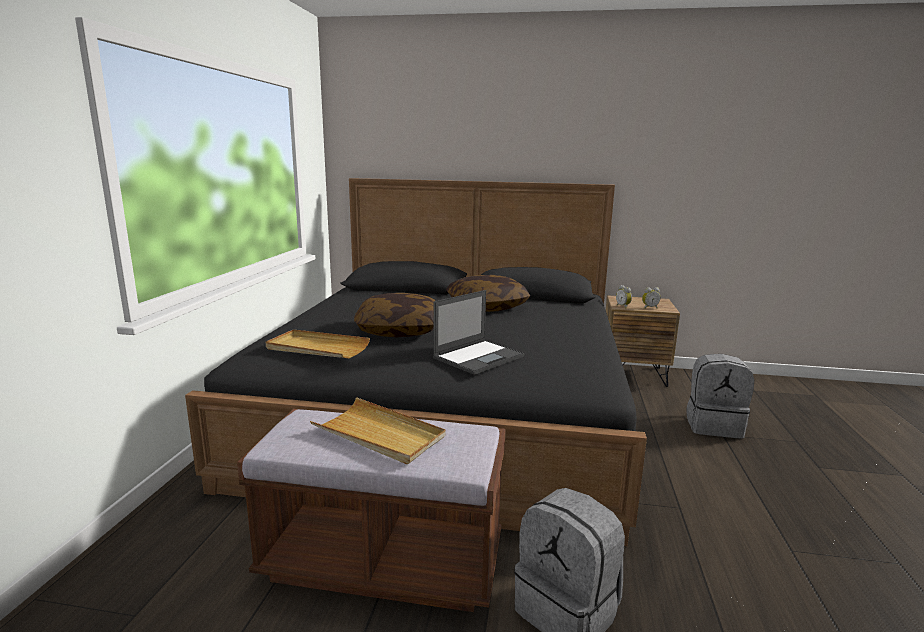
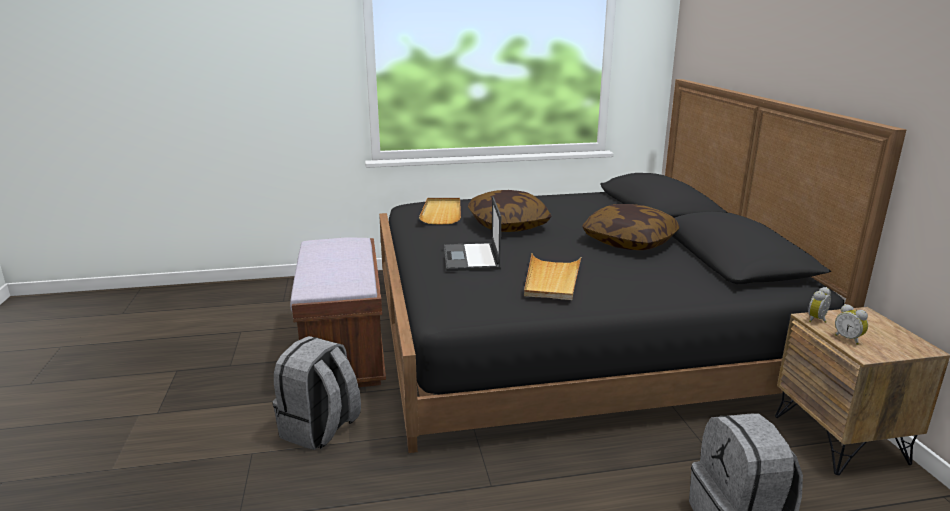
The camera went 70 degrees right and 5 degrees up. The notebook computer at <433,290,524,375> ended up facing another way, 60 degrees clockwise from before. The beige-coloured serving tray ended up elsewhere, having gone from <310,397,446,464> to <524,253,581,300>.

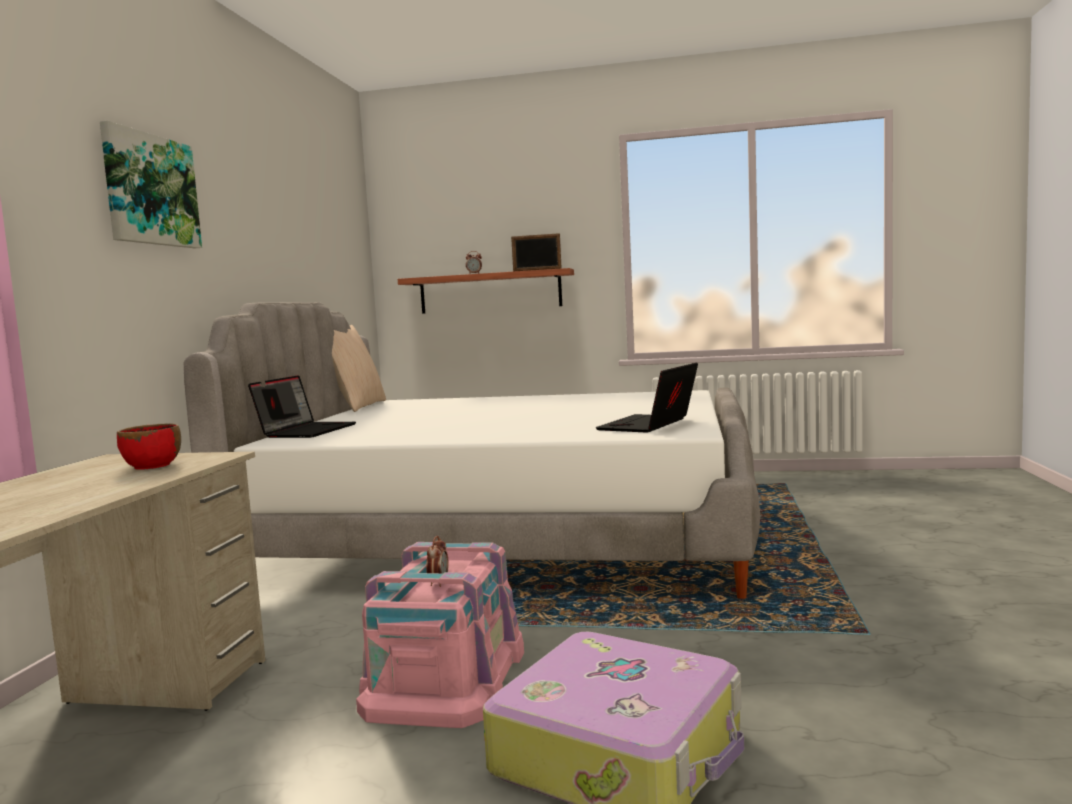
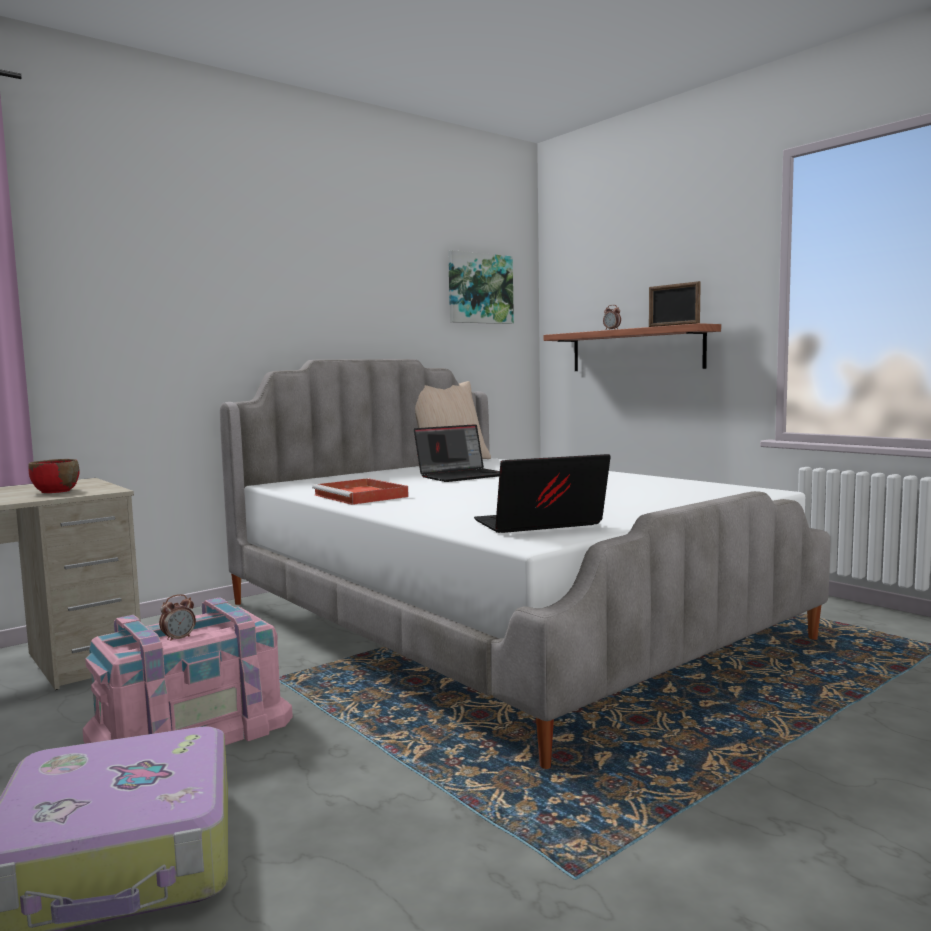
The camera went 40 degrees right and 0 degrees up. The picture ended up elsewhere, having gone from <100,121,202,248> to <448,250,514,324>. The notebook computer ended up elsewhere, having gone from <248,375,356,438> to <414,424,500,482>. The second view gained the red-coloured serving tray at <312,478,409,505>.

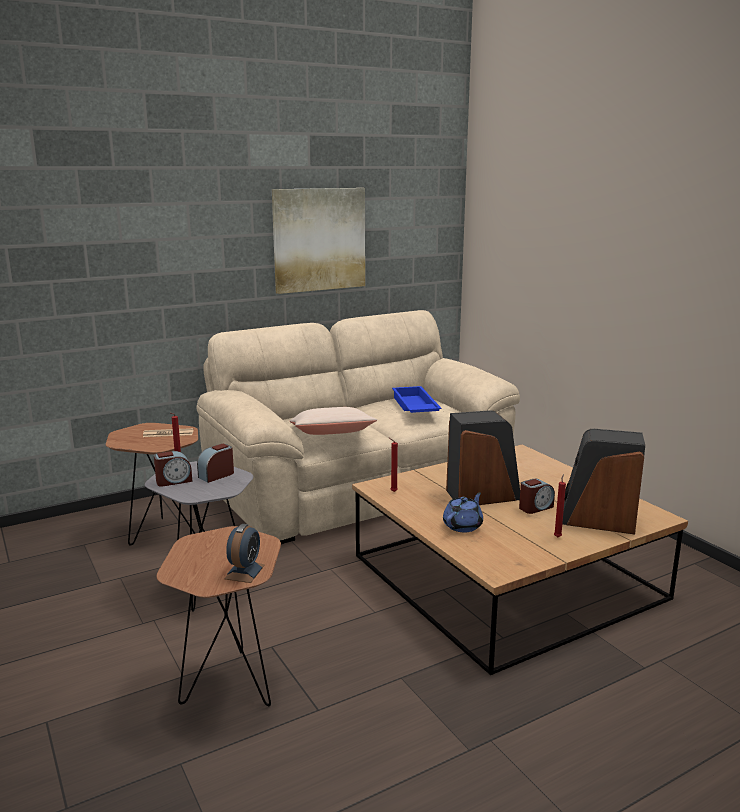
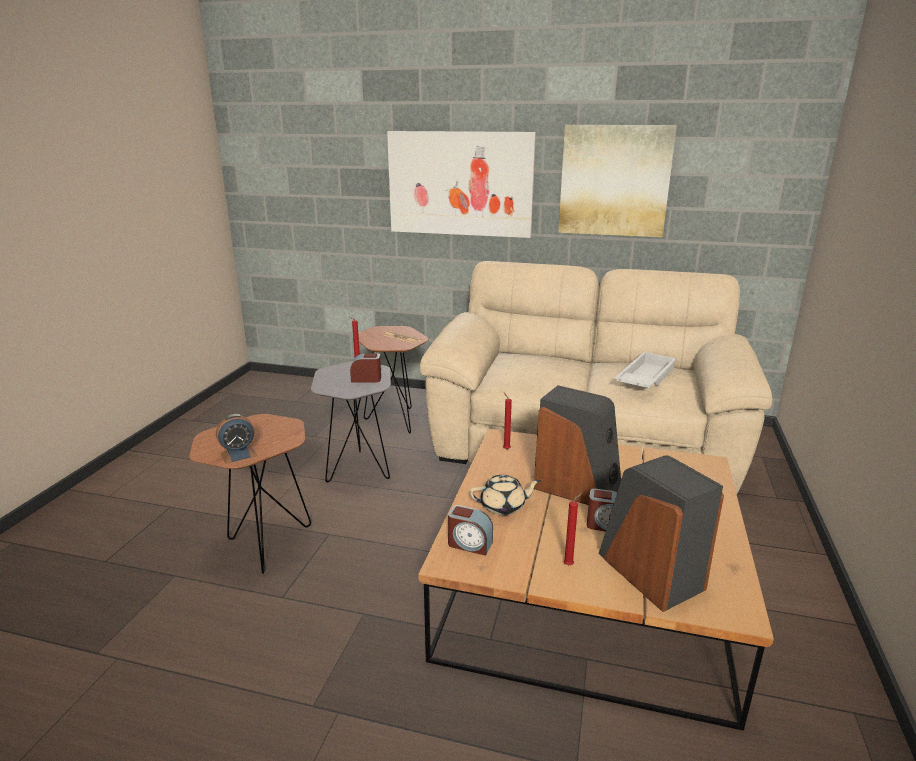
The camera went 45 degrees right and 5 degrees up. What was the blue serving tray at <392,386,441,413> turned into the white serving tray at <615,352,677,388>. The second view lost the beige-coloured cushion at <290,407,377,435>. The table clock ended up elsewhere, having gone from <154,451,192,487> to <448,505,493,556>. What was the blue pot for tea at <443,492,483,532> turned into the beige-coloured pot for tea at <470,475,541,515>. The second view gained the picture at <387,131,536,238>.

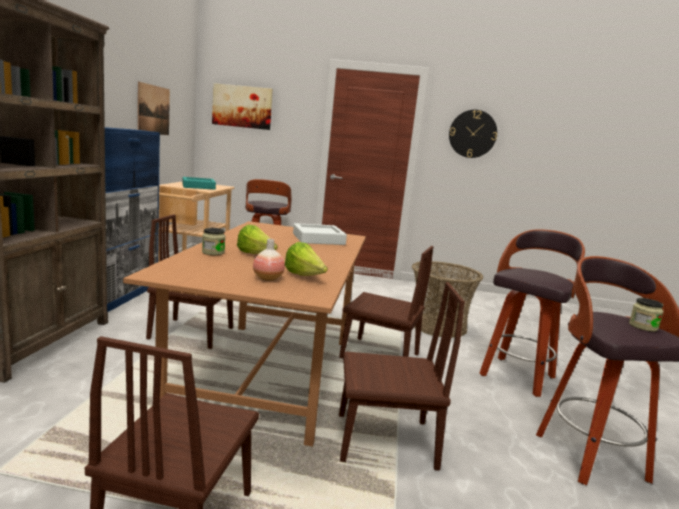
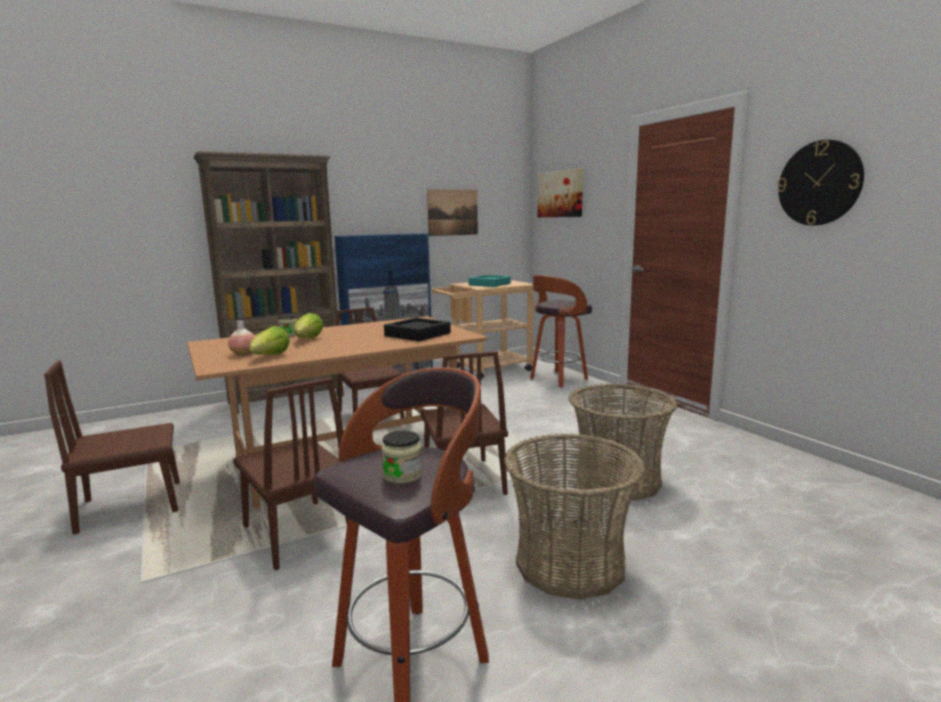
The camera went 55 degrees right and 0 degrees up. What was the white serving tray at <293,223,347,245> turned into the black serving tray at <384,318,451,341>. Where the sitting stool stood at <480,229,585,397>, the household basket came to stand at <504,434,646,600>.

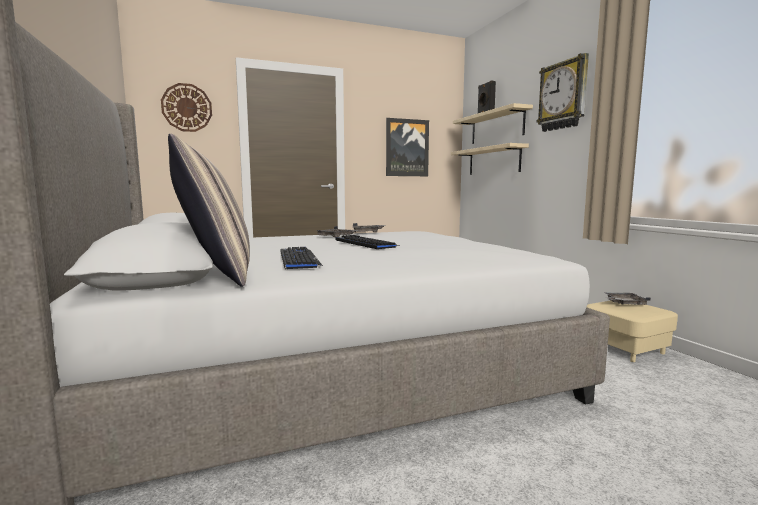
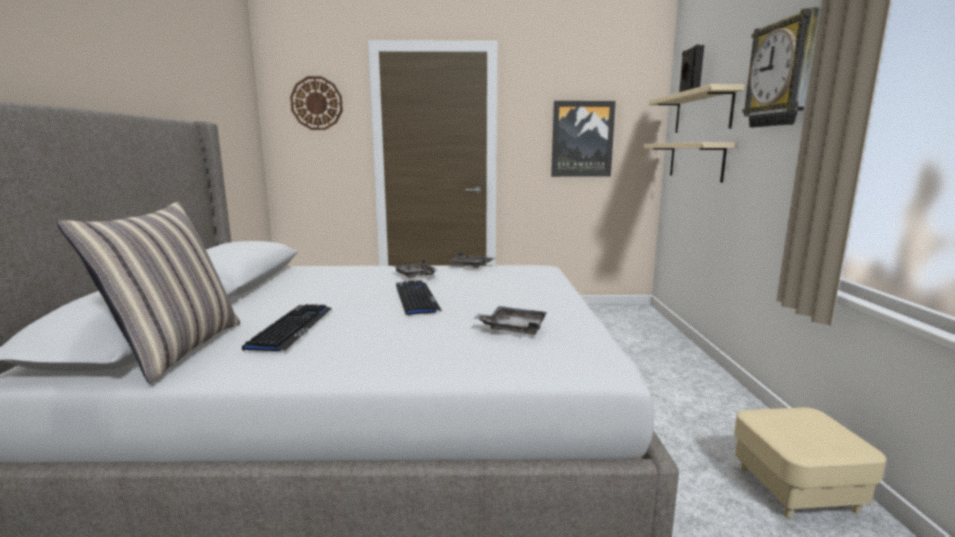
The camera went 20 degrees right and 5 degrees up. The greyish serving tray ended up elsewhere, having gone from <604,292,651,305> to <473,306,547,335>.

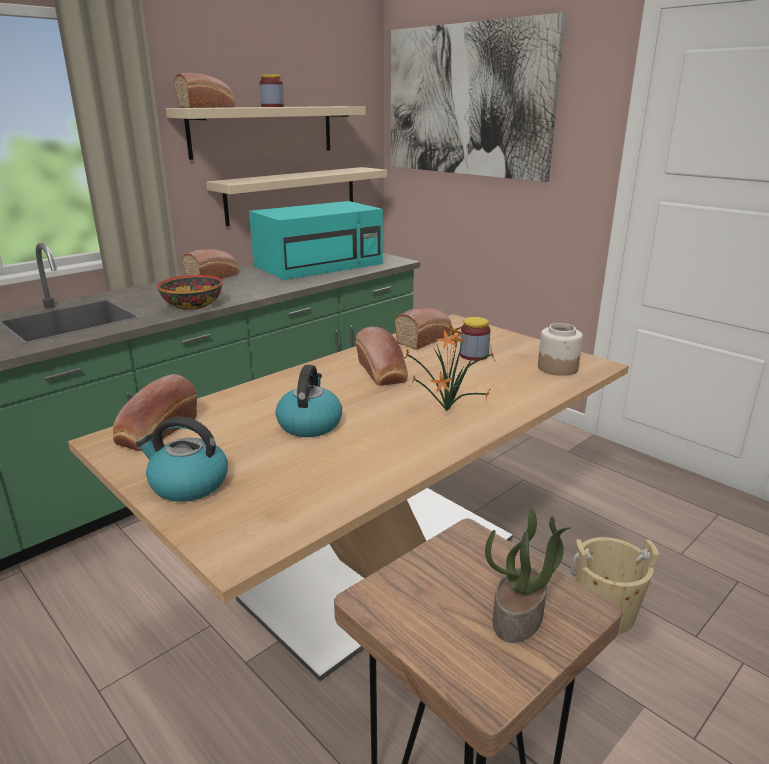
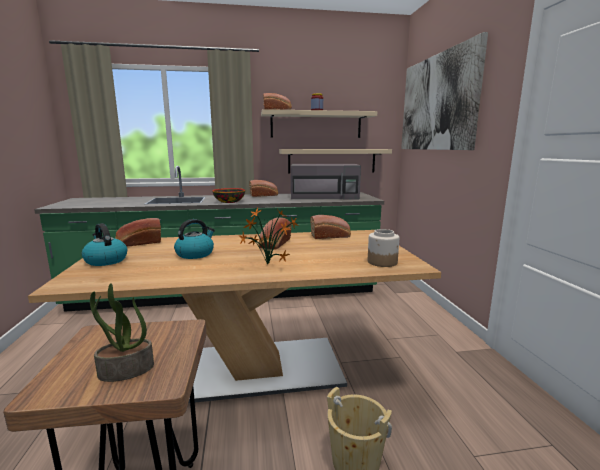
The camera went 35 degrees right and 10 degrees down. What was the turquoise-coloured microwave at <249,201,383,280> turned into the greyish microwave at <291,164,361,199>. The second view lost the jar at <460,317,490,361>.

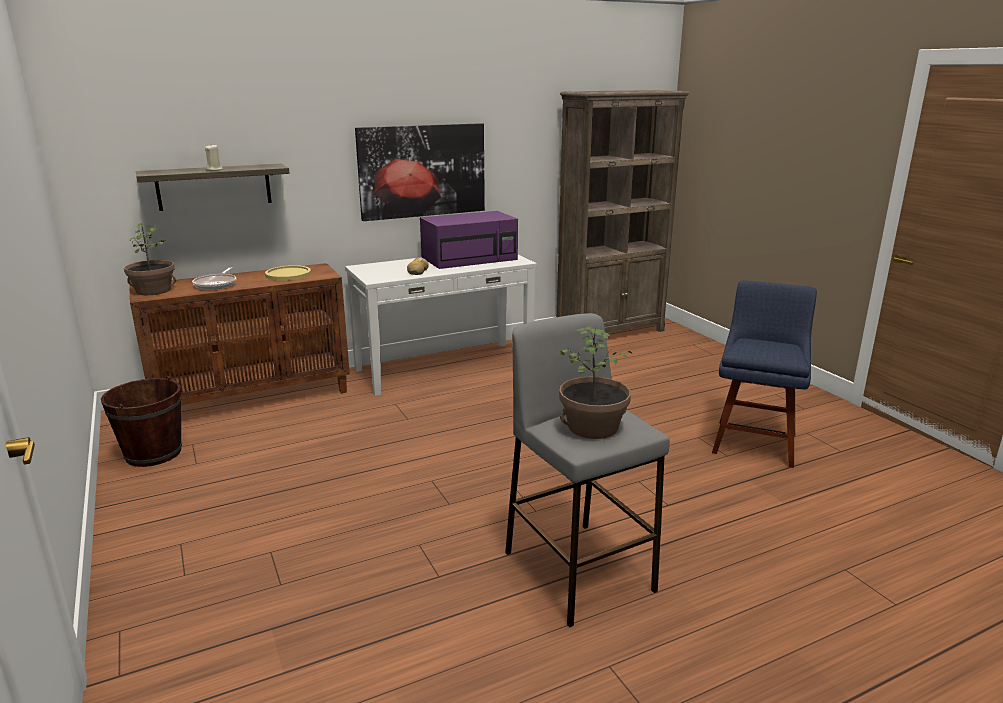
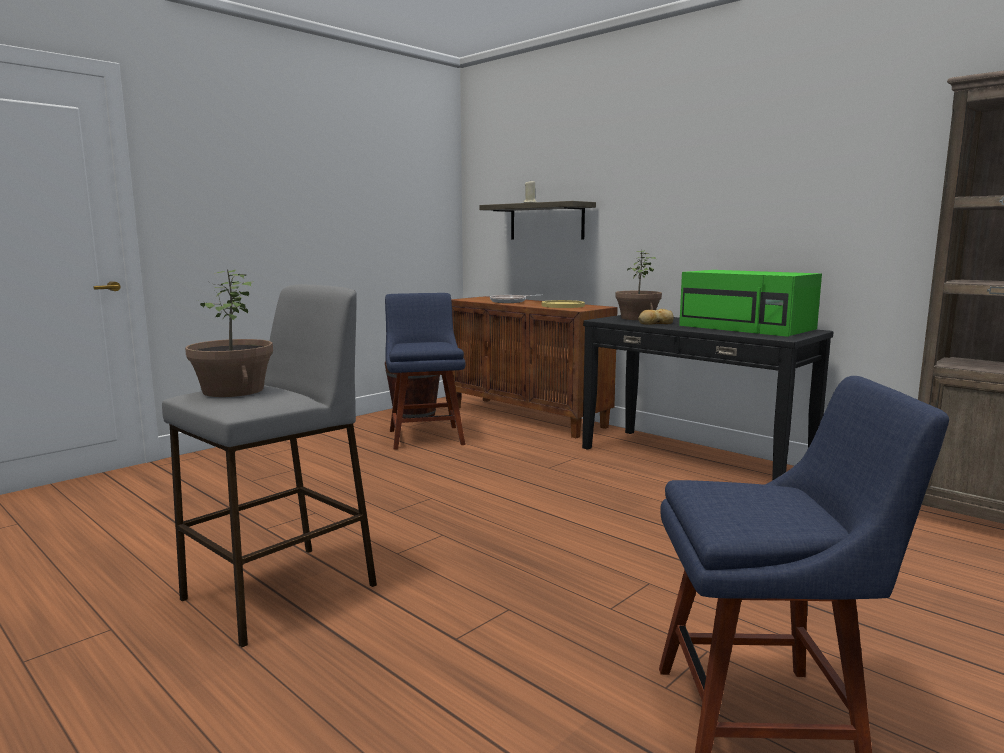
The camera went 70 degrees right and 10 degrees down. The second view lost the picture at <355,123,485,221>. What was the purple-coloured microwave at <420,211,518,269> turned into the green microwave at <679,270,822,337>. The houseplant ended up elsewhere, having gone from <124,223,176,295> to <615,250,662,320>. What was the white narrow table at <345,255,537,396> turned into the black narrow table at <582,315,833,481>. The second view gained the blue chair at <385,293,465,450>.

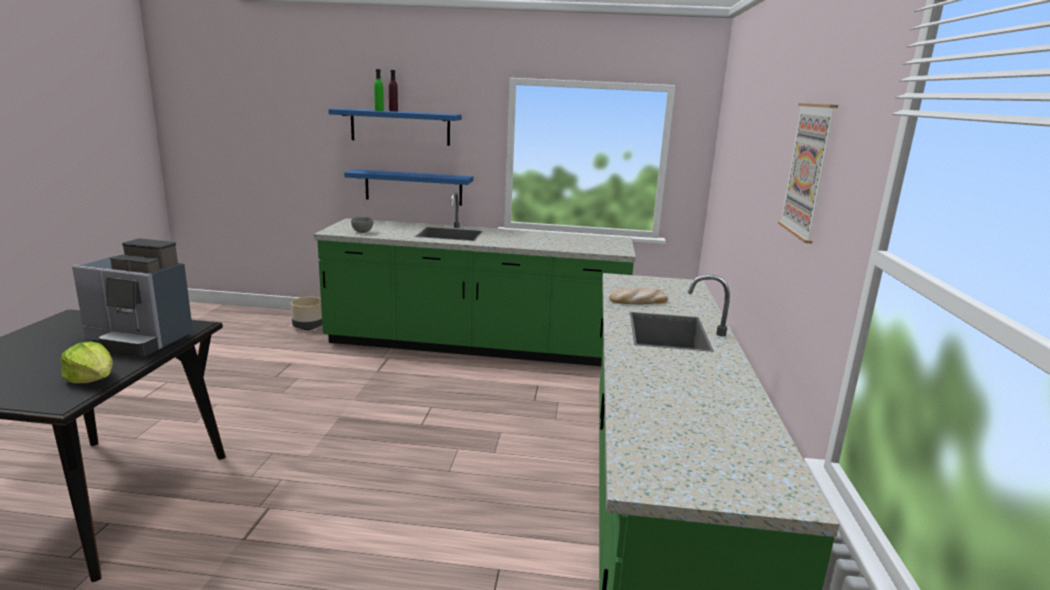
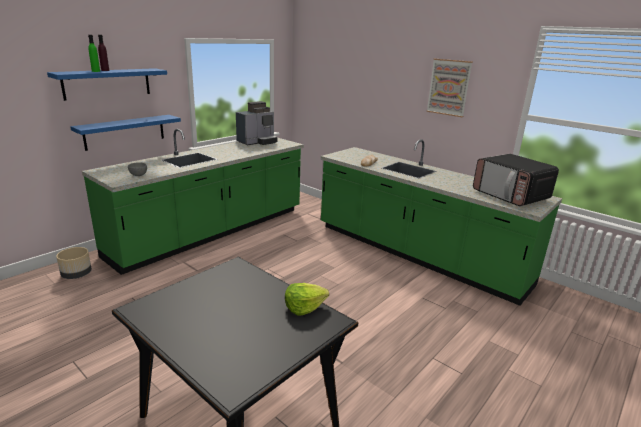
The camera went 55 degrees left and 5 degrees up. The coffee maker ended up elsewhere, having gone from <72,238,193,357> to <236,101,278,145>. The second view gained the microwave at <473,154,559,206>.

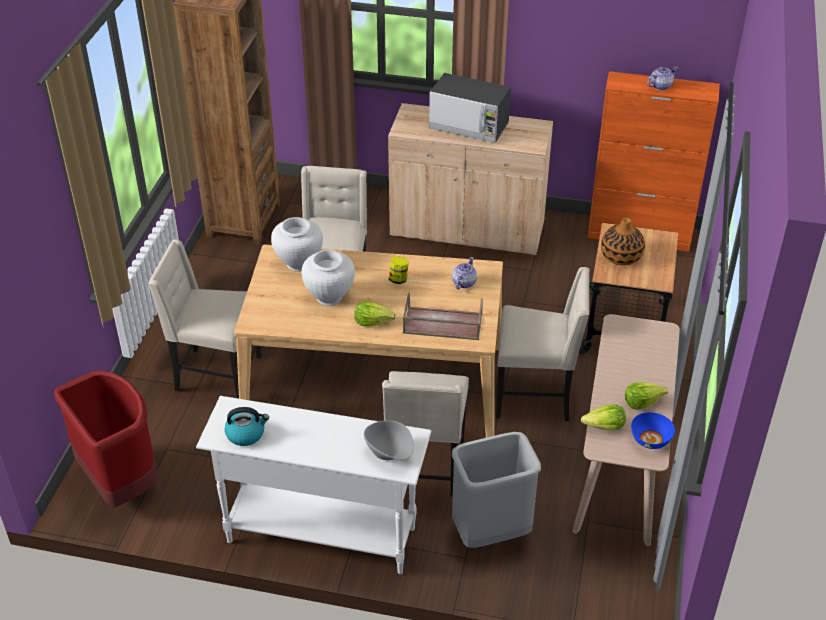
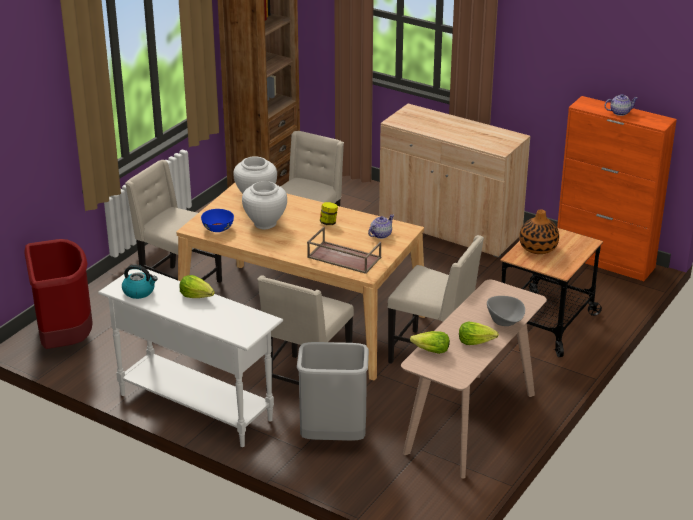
The camera went 20 degrees right and 10 degrees down. The second view lost the microwave at <429,73,511,143>. The lettuce ended up elsewhere, having gone from <354,301,396,326> to <180,275,215,298>. The blue serving bowl ended up elsewhere, having gone from <631,412,675,449> to <201,209,234,232>. The greyish serving bowl ended up elsewhere, having gone from <364,420,414,460> to <487,296,525,326>.

